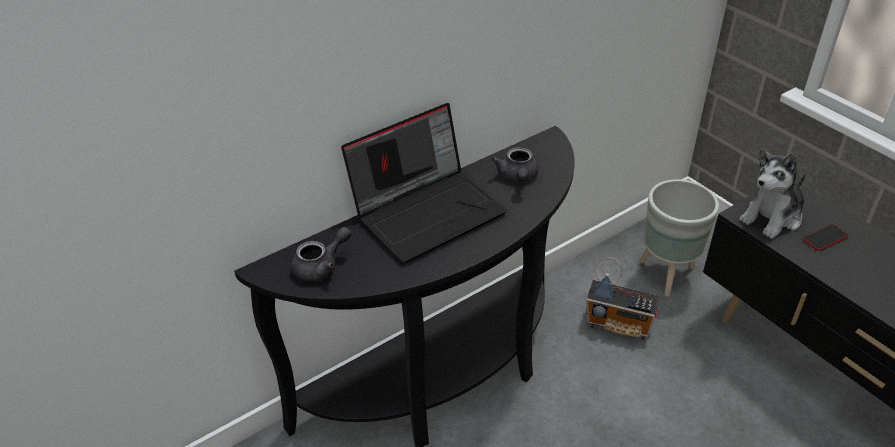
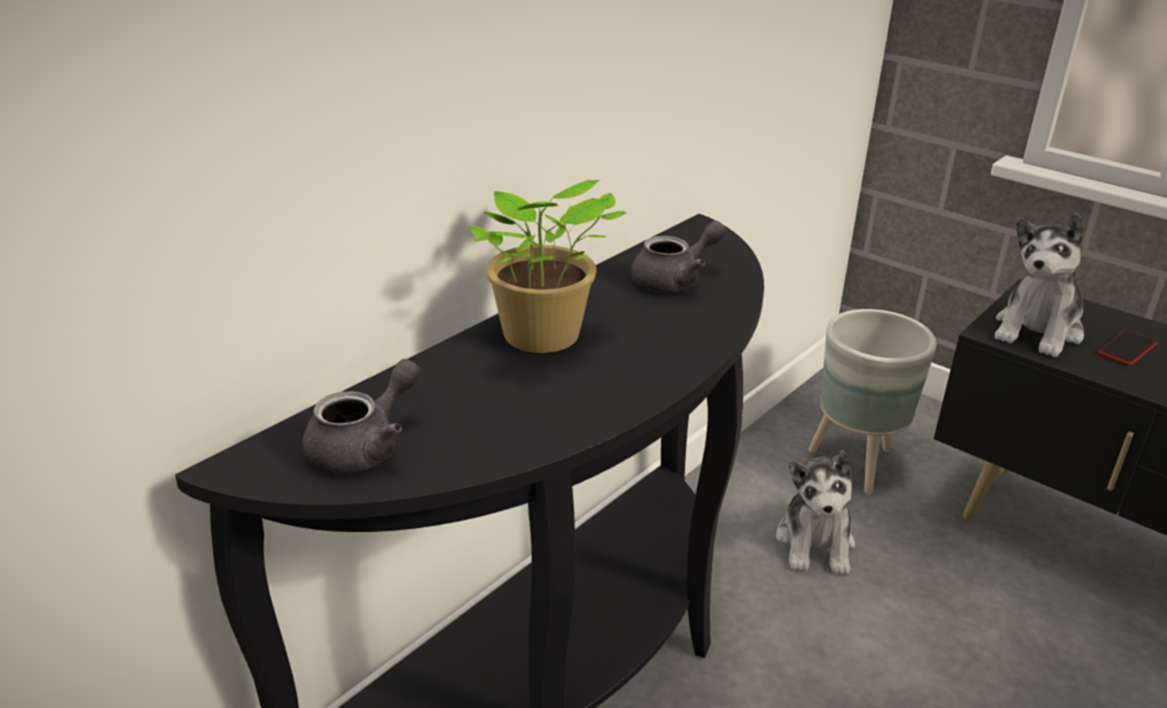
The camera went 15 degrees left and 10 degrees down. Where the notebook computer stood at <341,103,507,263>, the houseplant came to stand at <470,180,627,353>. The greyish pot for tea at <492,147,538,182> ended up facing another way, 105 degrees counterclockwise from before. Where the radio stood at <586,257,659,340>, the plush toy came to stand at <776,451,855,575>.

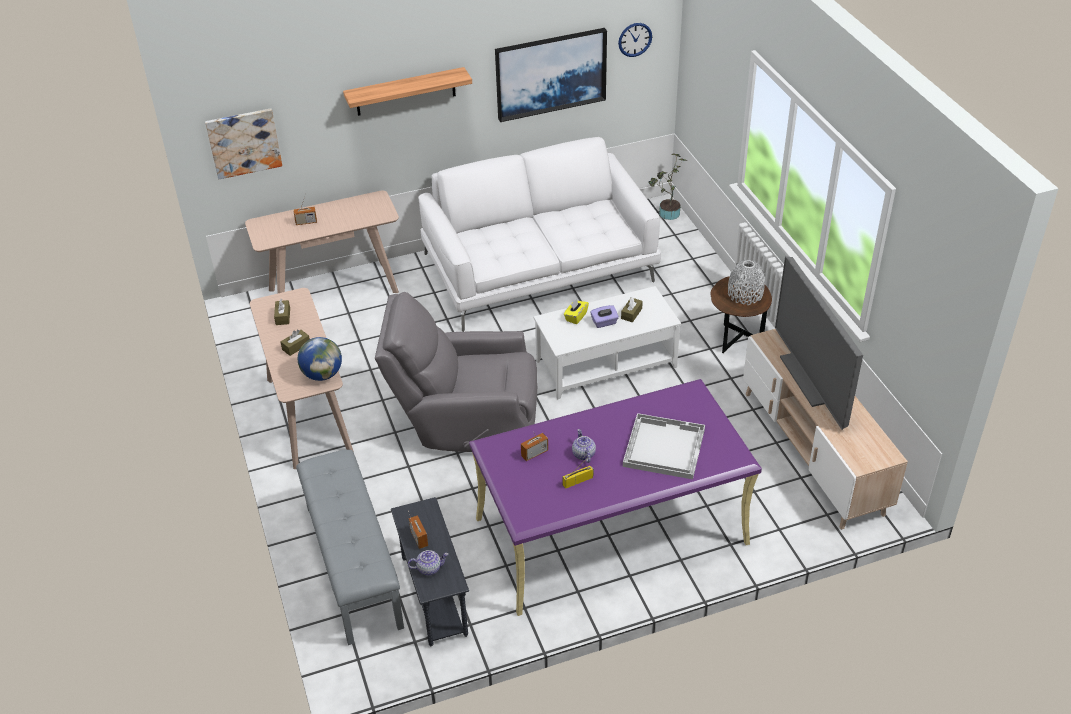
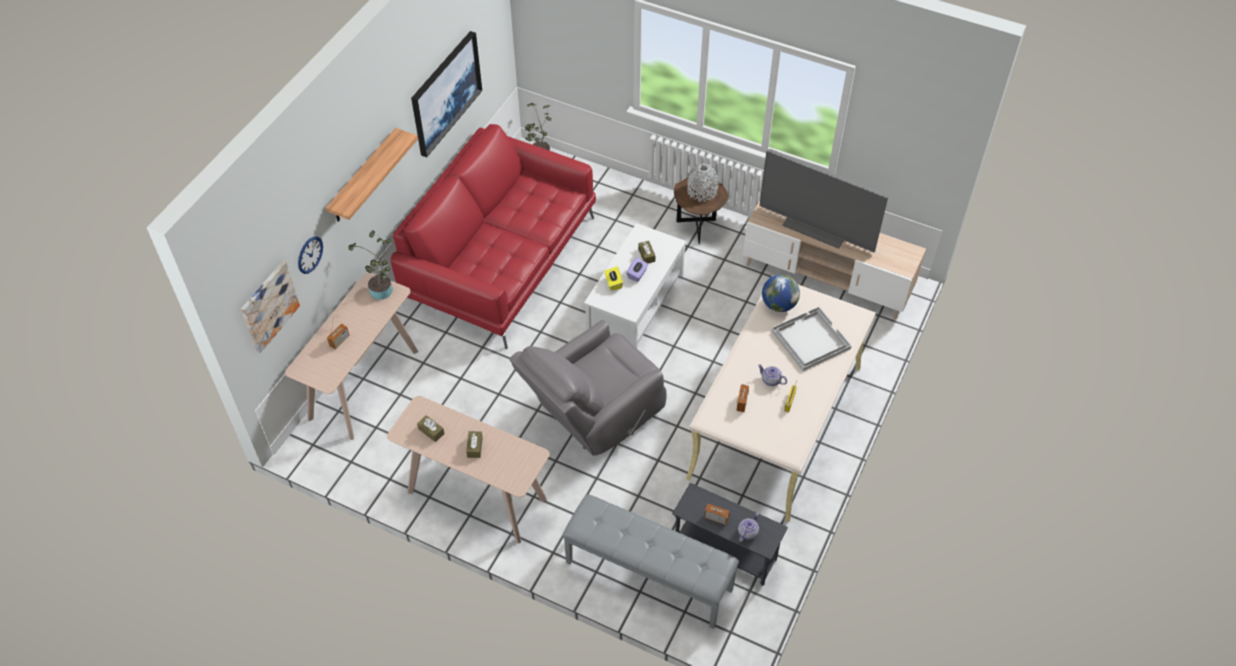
The camera went 45 degrees left and 10 degrees up. The wall clock ended up elsewhere, having gone from <618,23,652,57> to <298,237,323,274>. What was the white sofa at <418,137,661,332> turned into the red-coloured sofa at <391,124,596,349>. The globe ended up elsewhere, having gone from <298,337,342,381> to <762,274,800,312>. What was the purple-coloured desk at <469,379,762,616> turned into the beige-coloured desk at <686,275,876,522>. The second view gained the houseplant at <348,230,393,300>.

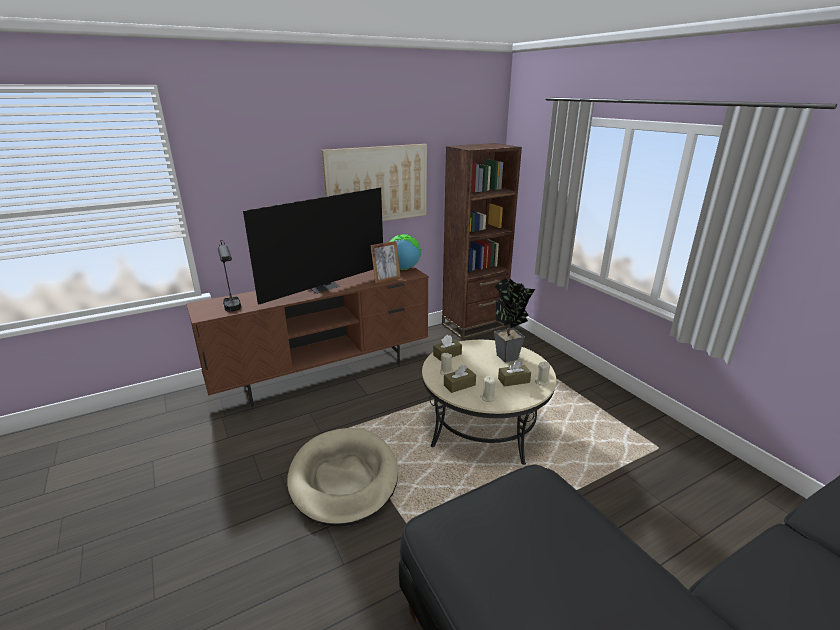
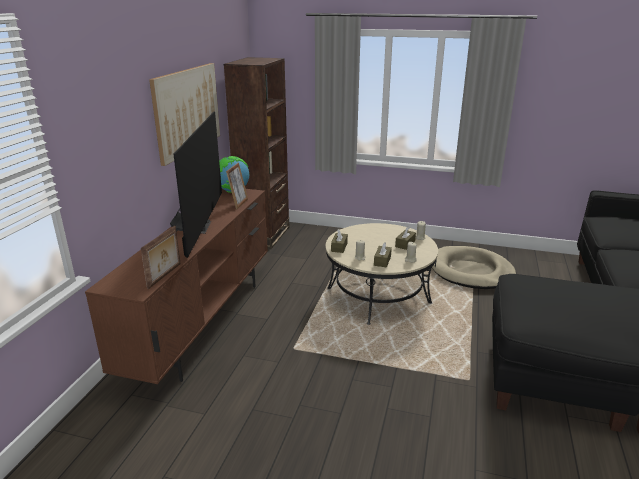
The camera went 45 degrees left and 0 degrees up. Where the black table lamp stood at <218,240,242,312>, the photo frame came to stand at <141,226,181,289>. The second view lost the houseplant at <494,278,535,362>. The beige-coloured dog cushion ended up elsewhere, having gone from <287,428,398,526> to <432,246,516,289>.

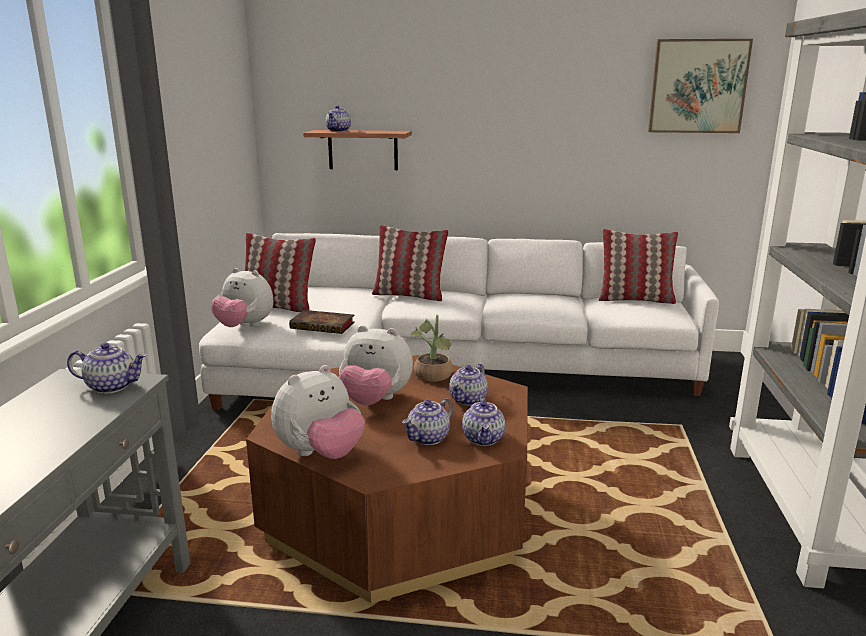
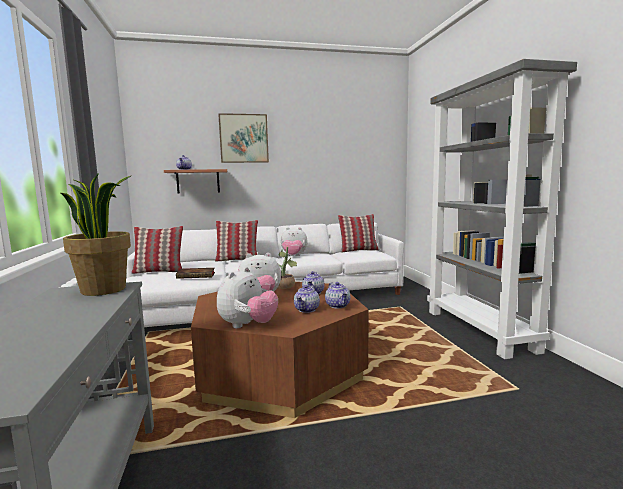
The camera went 20 degrees left and 10 degrees down. The picture ended up elsewhere, having gone from <648,39,753,133> to <218,113,269,163>. The plush toy ended up elsewhere, having gone from <211,268,273,327> to <281,227,308,256>. Where the pot for tea stood at <67,342,147,394>, the houseplant came to stand at <61,173,131,296>.

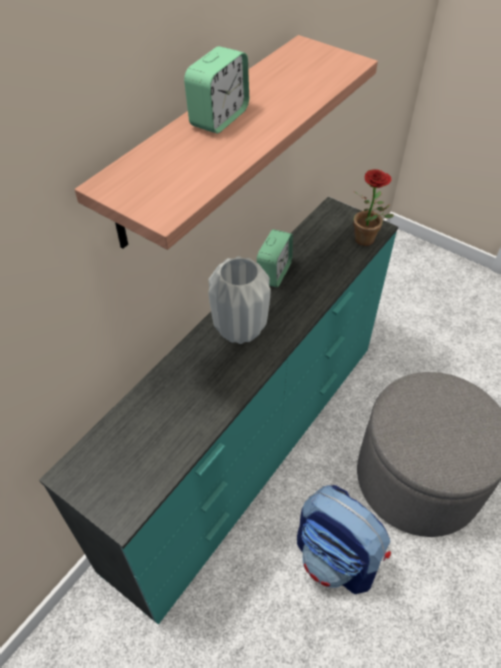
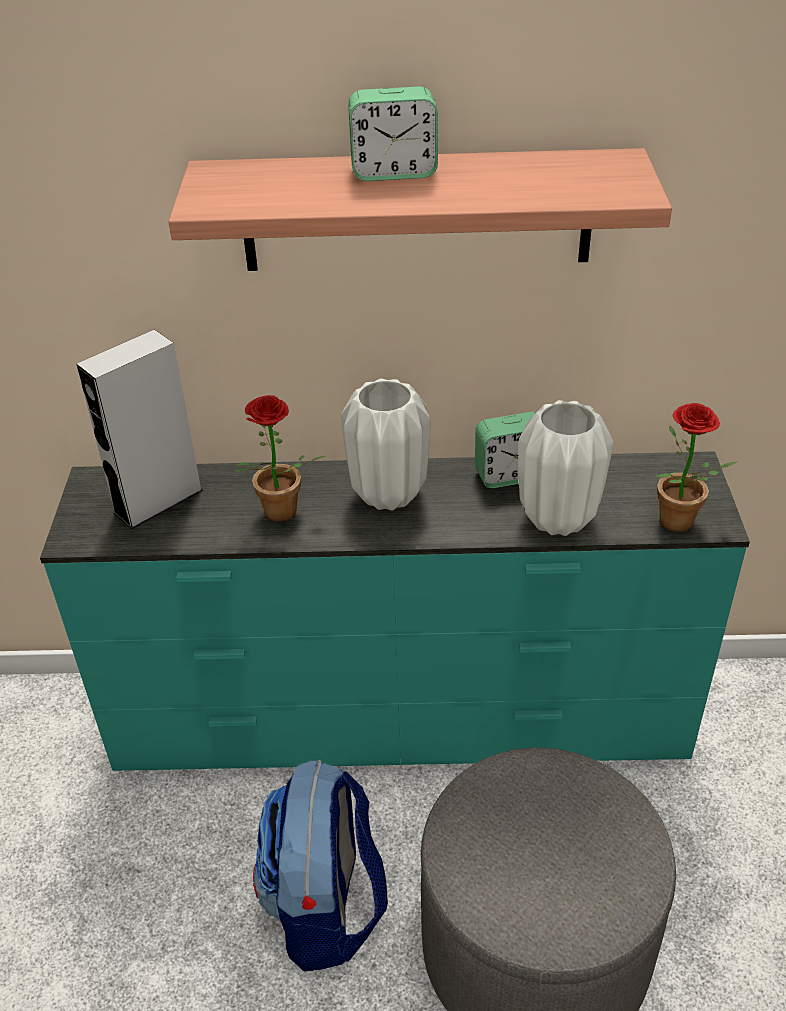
The camera went 55 degrees right and 10 degrees down. The second view gained the greyish loudspeaker at <77,330,203,529>. The second view gained the houseplant at <233,395,325,522>. The second view gained the white decorative vase at <518,400,613,536>.

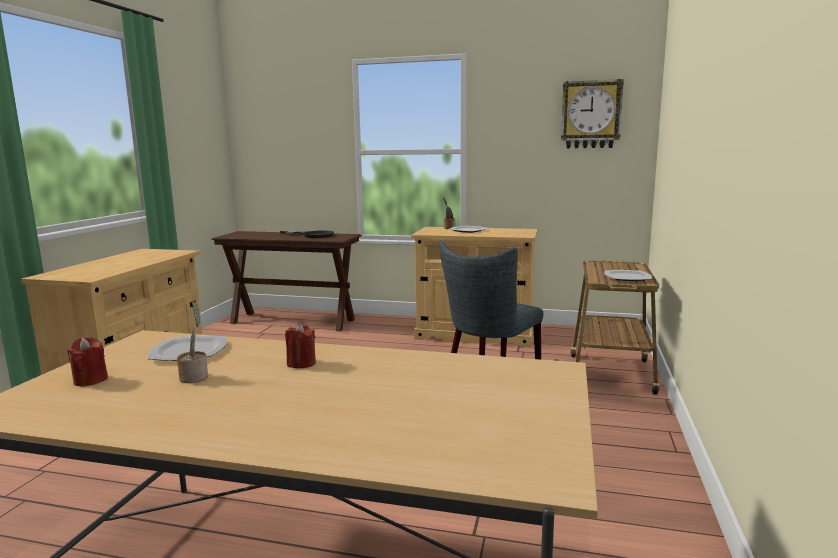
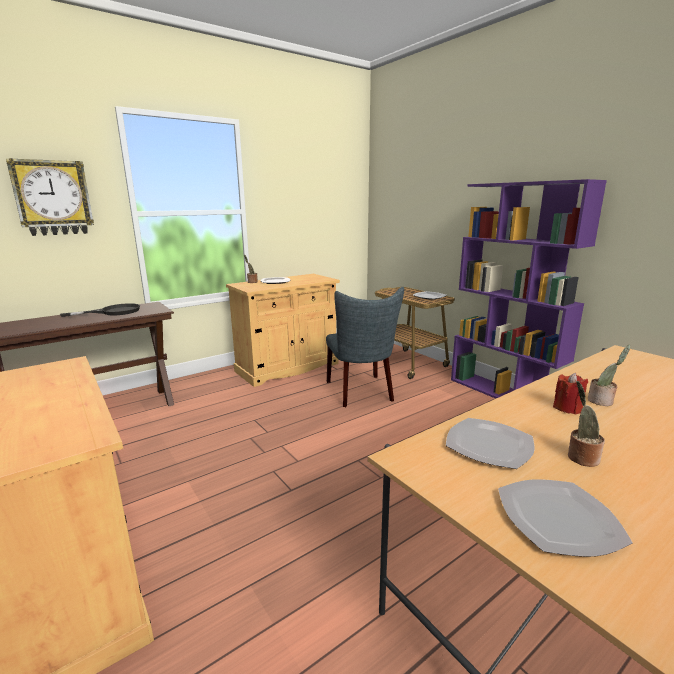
The camera went 50 degrees left and 5 degrees up. The wall clock ended up elsewhere, having gone from <561,79,624,148> to <6,158,94,236>. Where the red-coloured wax light stood at <67,337,108,386>, the dinner plate came to stand at <498,479,633,557>. The second view gained the purple-coloured bookshelf at <451,179,607,399>. The second view gained the houseplant at <588,345,631,406>.

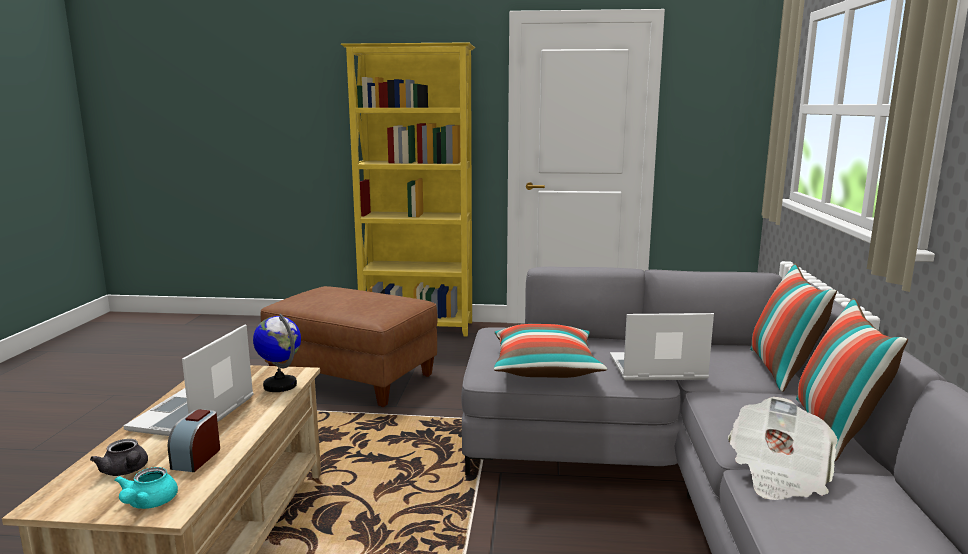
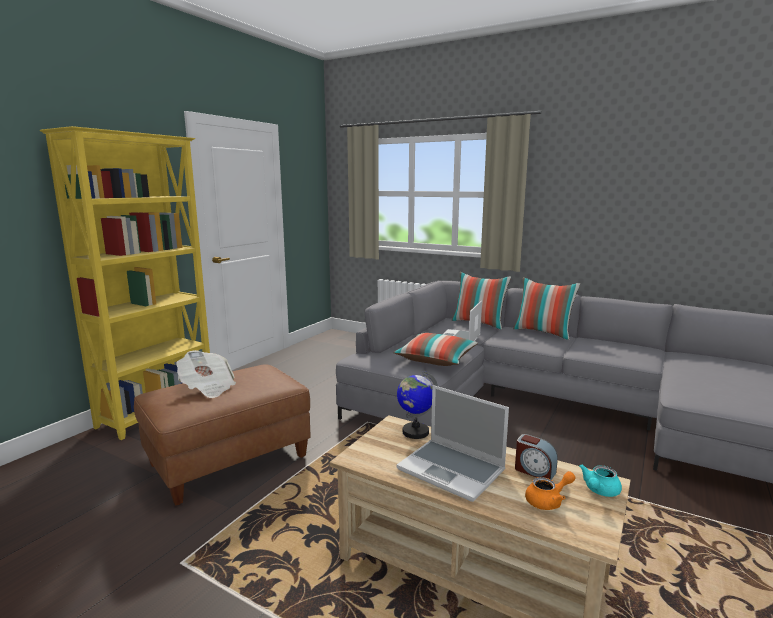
The camera went 65 degrees left and 0 degrees up. The newspaper ended up elsewhere, having gone from <728,397,838,500> to <176,350,236,398>. What was the greyish pot for tea at <90,439,148,476> turned into the orange pot for tea at <525,471,576,510>. The turquoise-coloured pot for tea at <115,467,178,509> ended up facing another way, 105 degrees clockwise from before.

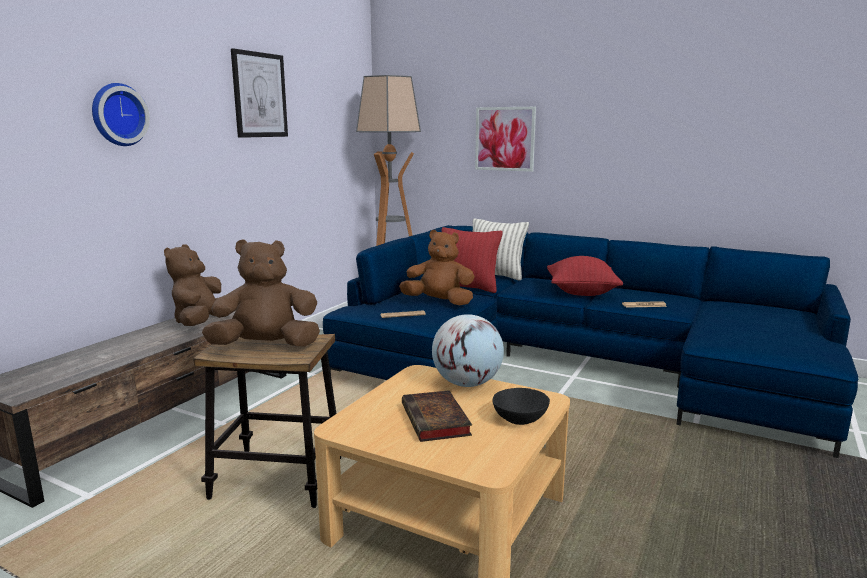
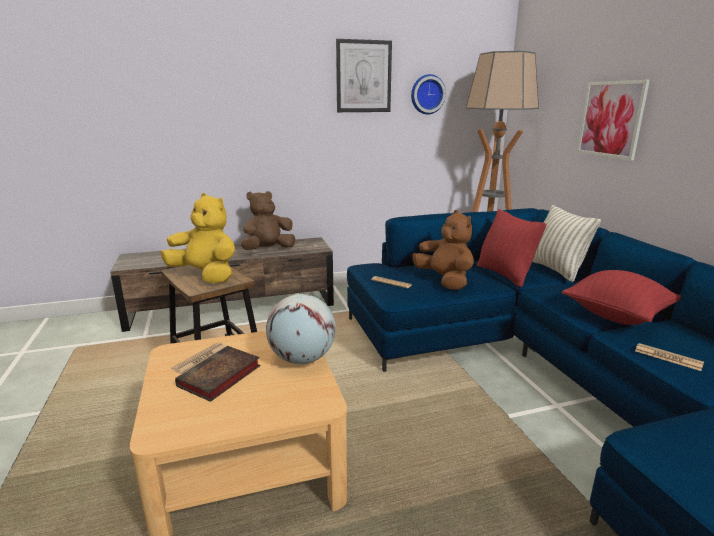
The camera went 45 degrees right and 5 degrees up. The wall clock ended up elsewhere, having gone from <92,83,150,146> to <411,74,446,114>. What was the brown plush toy at <202,239,320,346> turned into the yellowish plush toy at <160,193,235,283>. The second view lost the black serving bowl at <493,388,550,425>. The second view gained the newspaper at <171,343,226,374>.

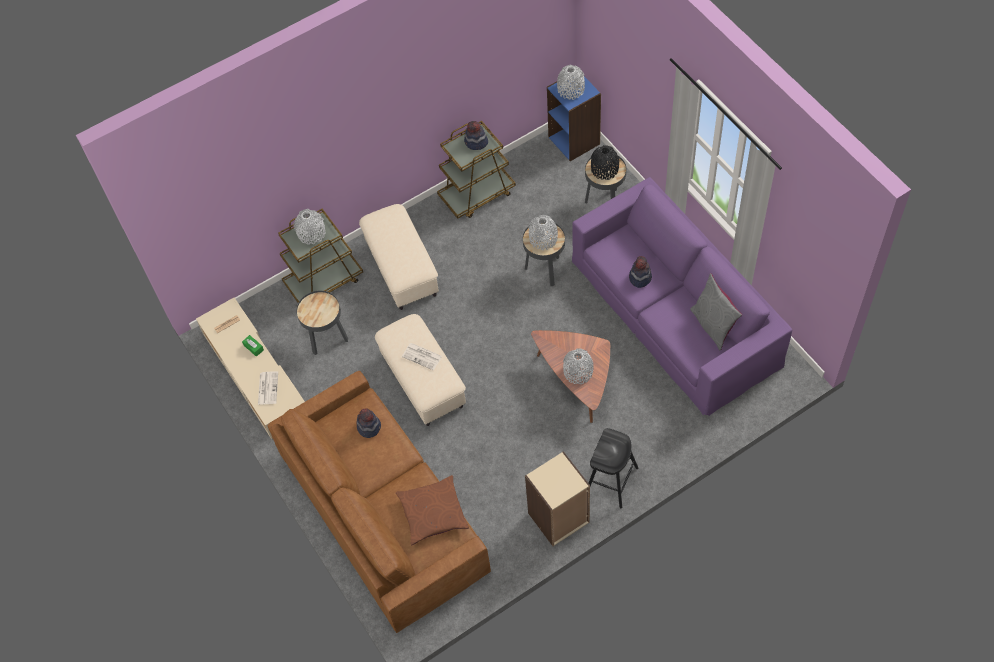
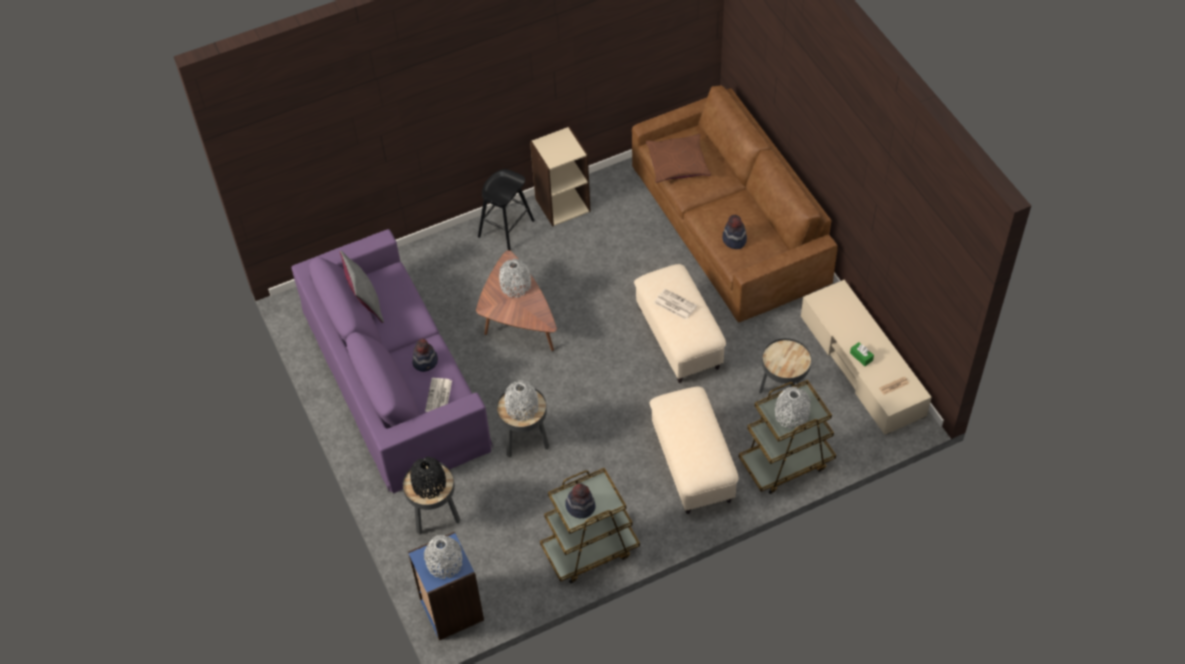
The camera went 175 degrees left and 5 degrees down. The newspaper ended up elsewhere, having gone from <258,371,278,405> to <425,378,452,412>.

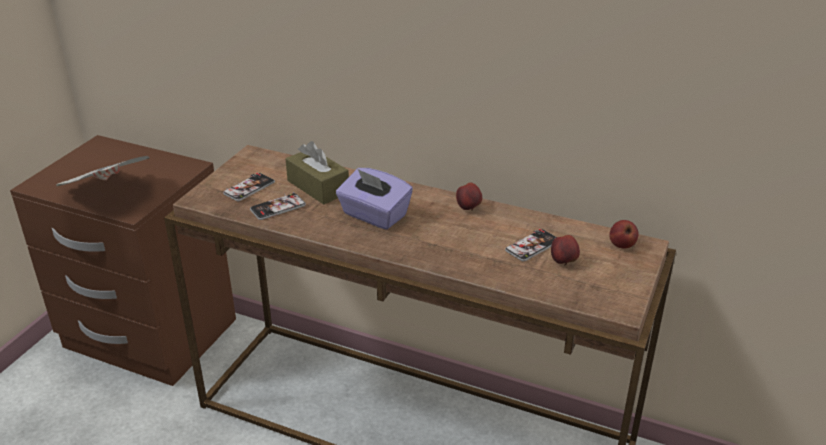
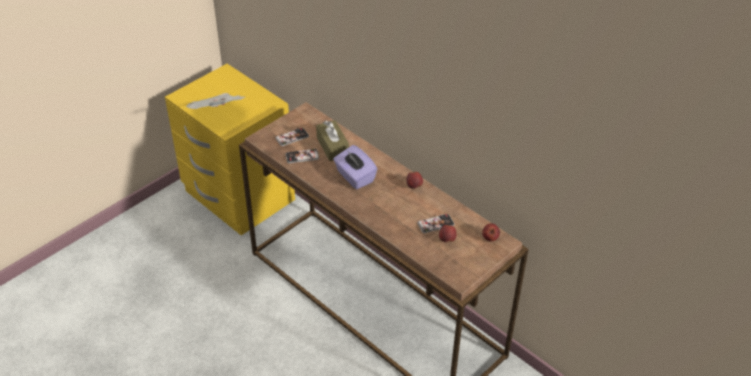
The camera went 20 degrees right and 10 degrees up. What was the brown night table at <10,135,236,386> turned into the yellowish night table at <165,64,295,235>.

